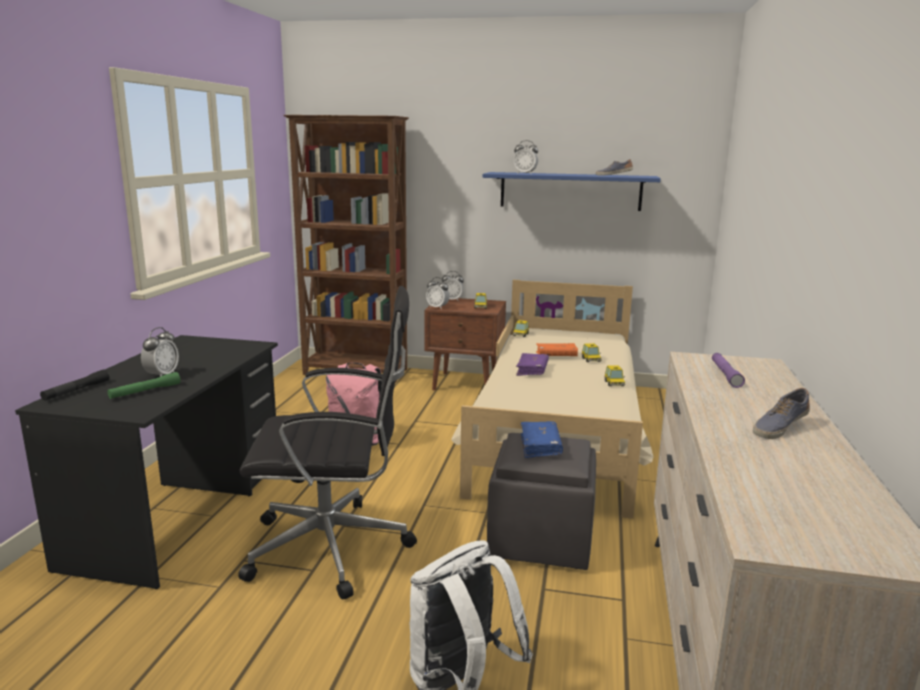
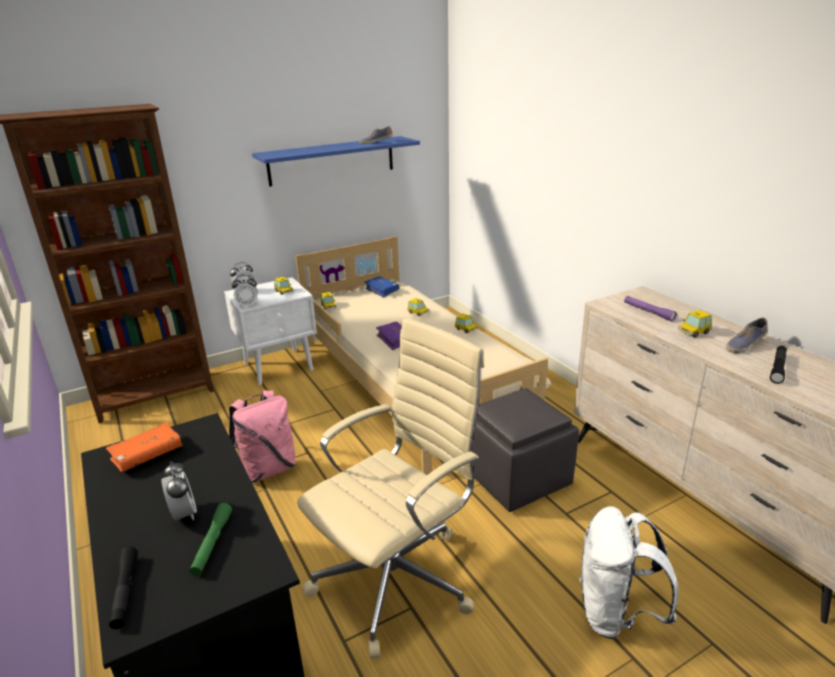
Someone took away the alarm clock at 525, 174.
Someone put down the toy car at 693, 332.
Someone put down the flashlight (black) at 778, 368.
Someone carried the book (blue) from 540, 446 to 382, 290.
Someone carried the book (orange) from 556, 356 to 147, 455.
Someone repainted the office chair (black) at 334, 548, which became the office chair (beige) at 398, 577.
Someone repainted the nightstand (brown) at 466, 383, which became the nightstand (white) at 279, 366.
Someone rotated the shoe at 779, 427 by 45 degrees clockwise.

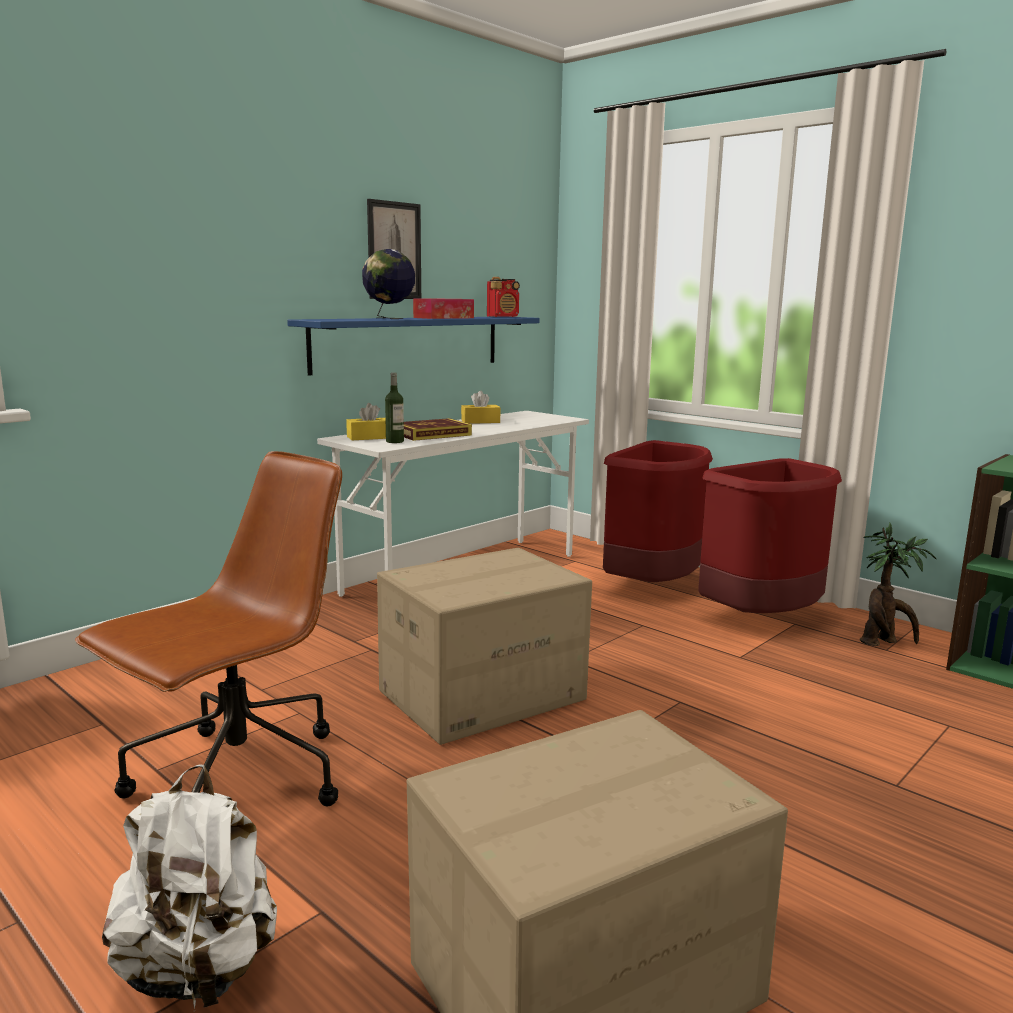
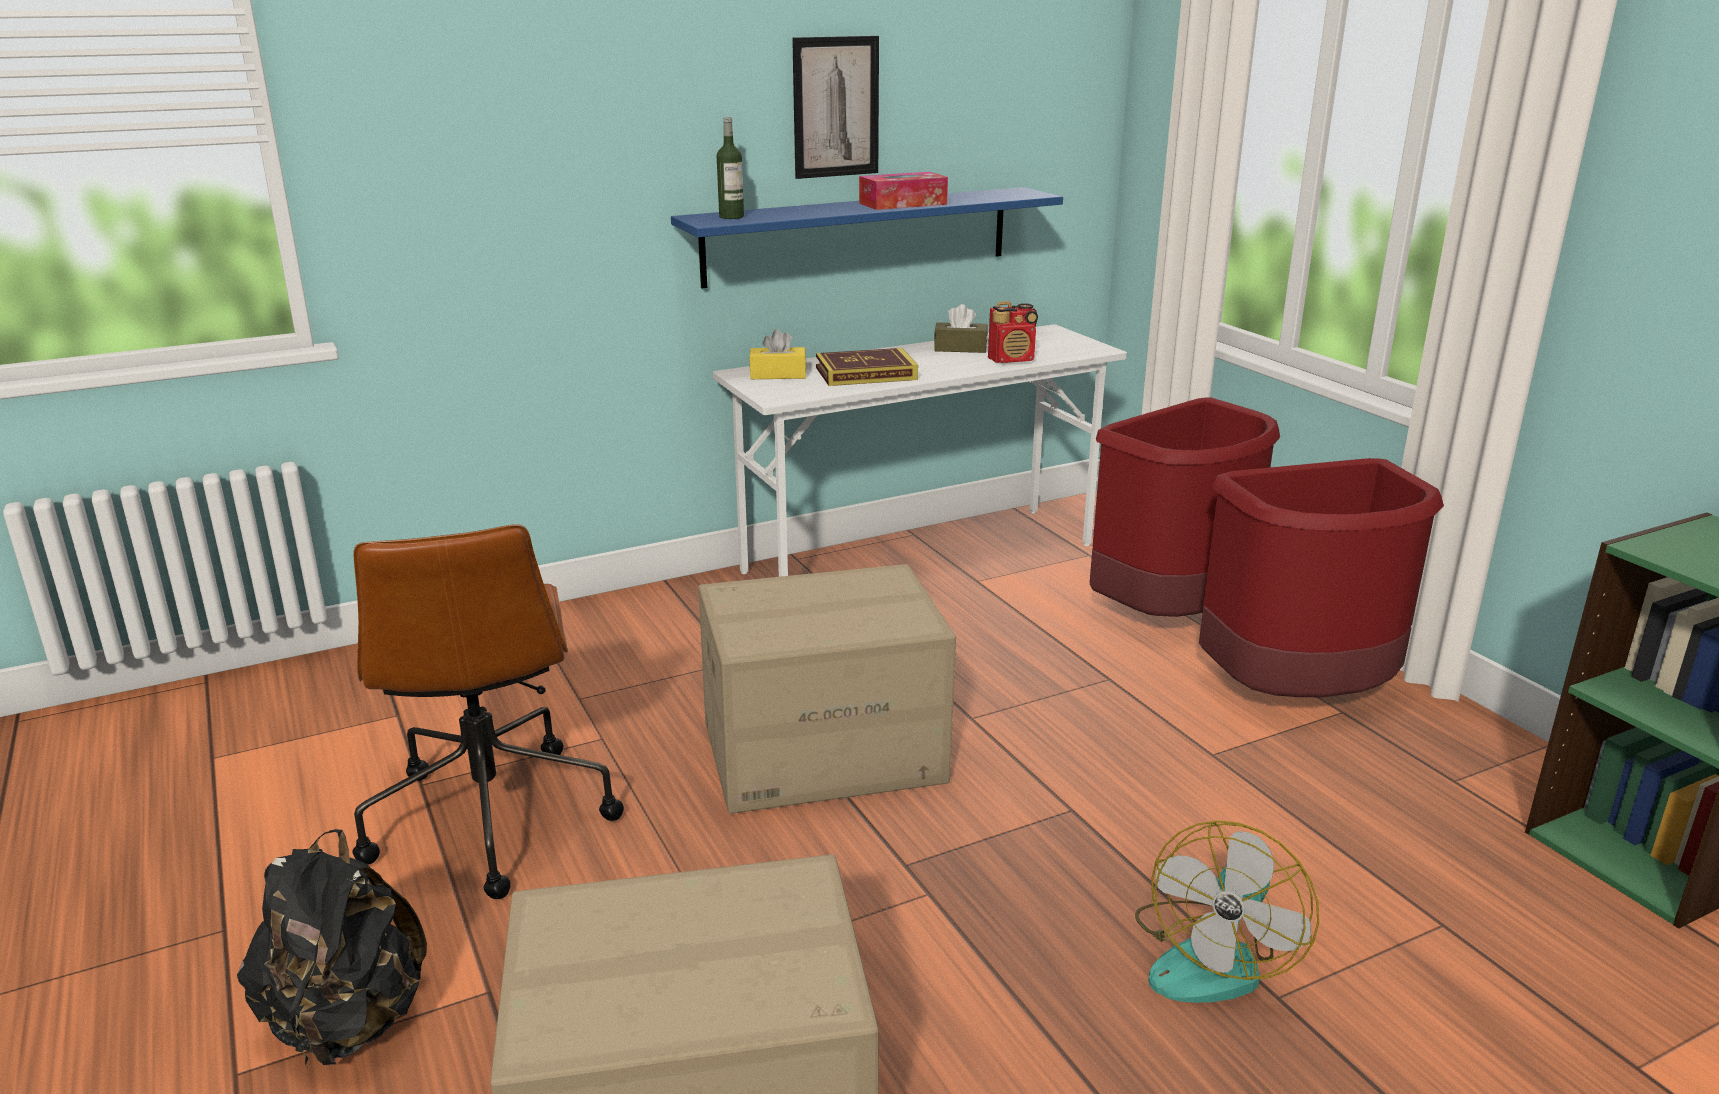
Someone took away the globe at 389, 319.
Someone took away the potted plant at 884, 642.
Someone put down the fan at 1213, 958.
Someone carried the bottle from 394, 441 to 731, 217.
Someone carried the radio from 503, 316 to 1012, 360.
Someone repainted the backpack (white) at 199, 970, which became the backpack (black) at 347, 1024.
Someone repainted the tissue box (yellow) at 480, 421, which became the tissue box (brown) at 960, 348.
Someone rotated the office chair (brown) at 236, 782 by 105 degrees clockwise.

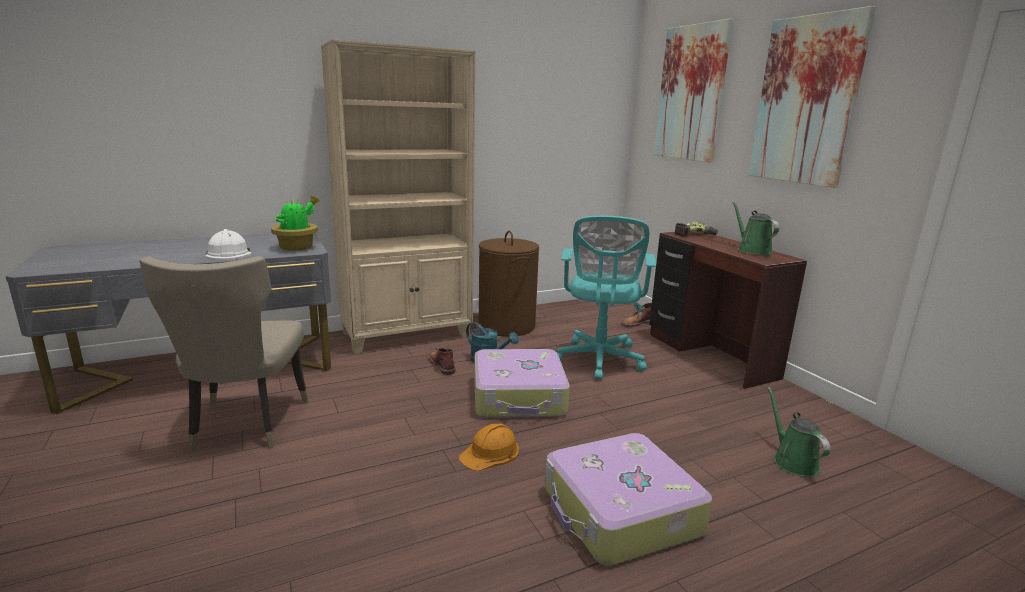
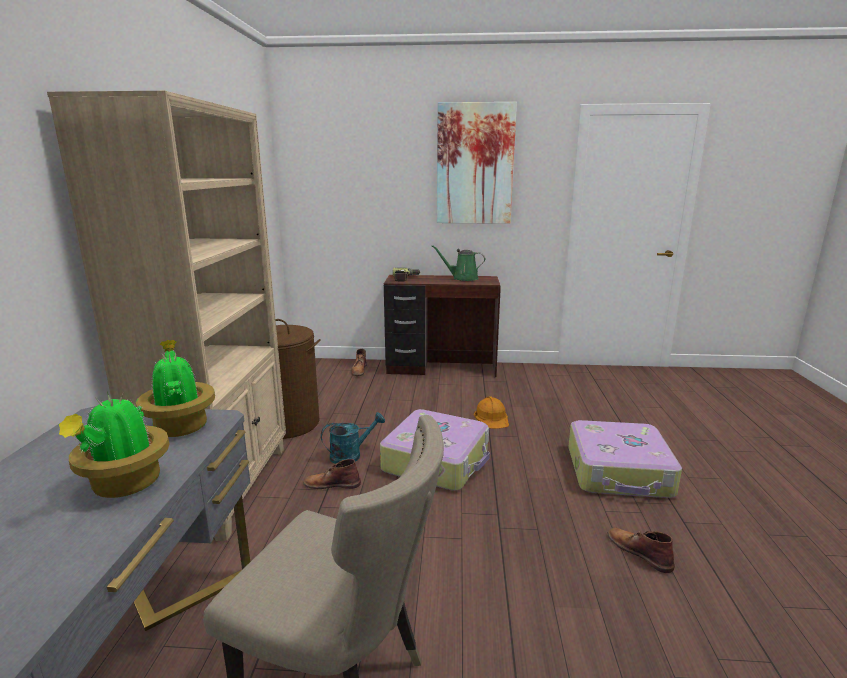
Someone took away the office chair (turquoise) at 599, 361.
Someone took away the picture at 691, 93.
Someone took away the watering can (green) at 792, 461.
Someone put down the boot (brown) at 639, 551.
Someone carried the hard hat (orange) from 490, 453 to 492, 417.
Someone swapped the hard hat (white) at 228, 253 for the potted plant at 125, 484.

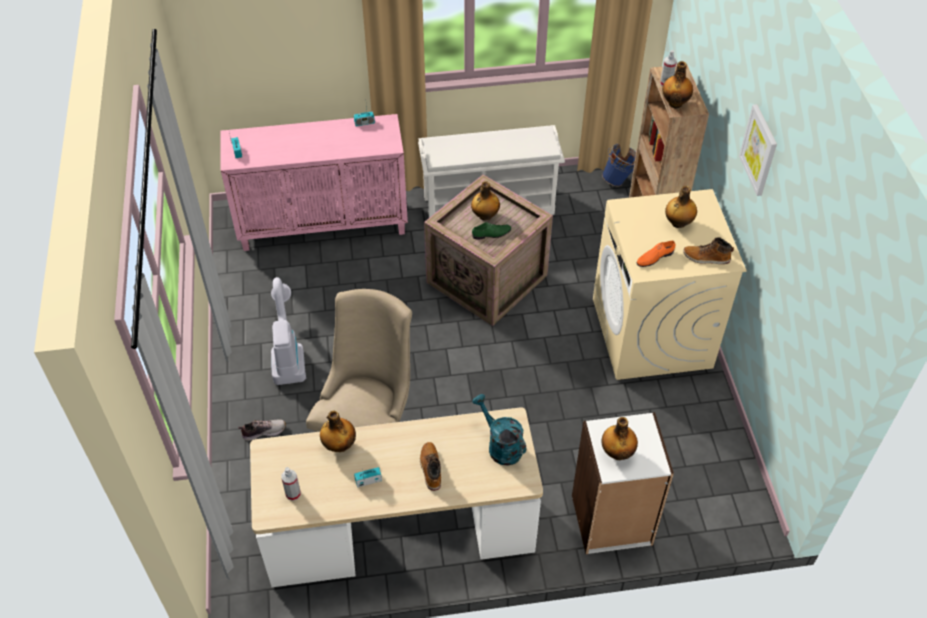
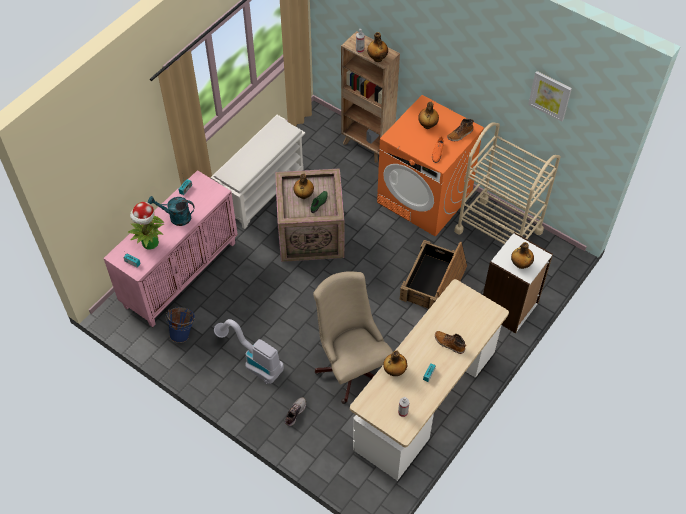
Someone put down the potted plant at 150, 243.
Someone put down the crate at 434, 283.
Someone put down the cart (beige) at 498, 231.
Someone carried the watering can (turquoise) from 500, 445 to 176, 217.
Someone carried the bucket (blue) from 619, 180 to 183, 332.
Someone carried the picture from 759, 150 to 550, 95.
Someone repainted the washing machine (beige) at 652, 333, which became the washing machine (orange) at 425, 198.

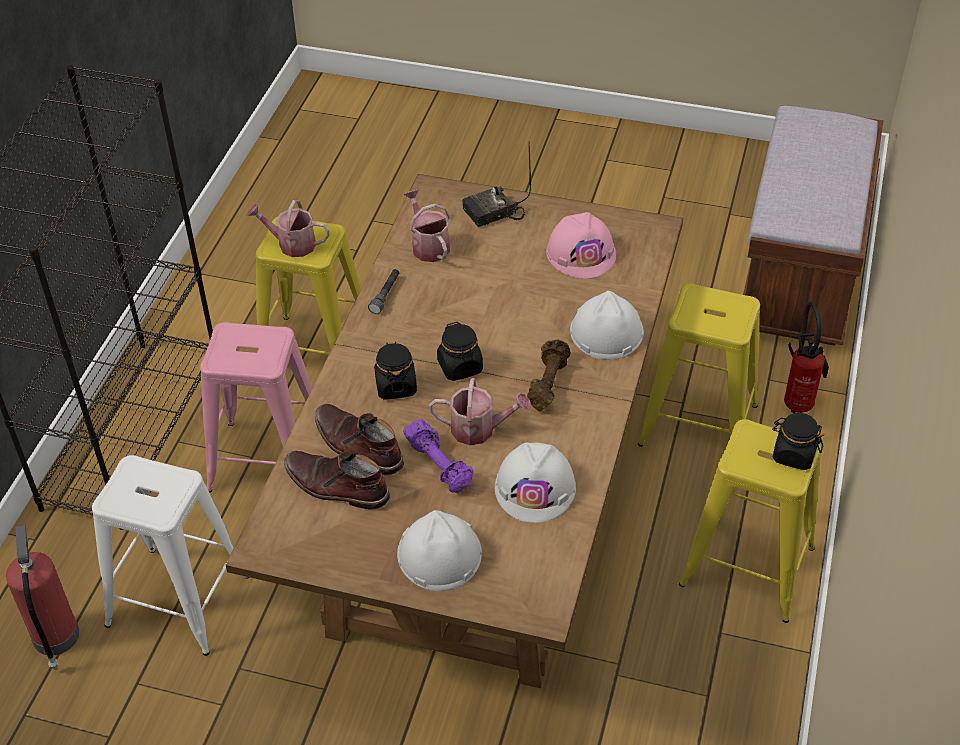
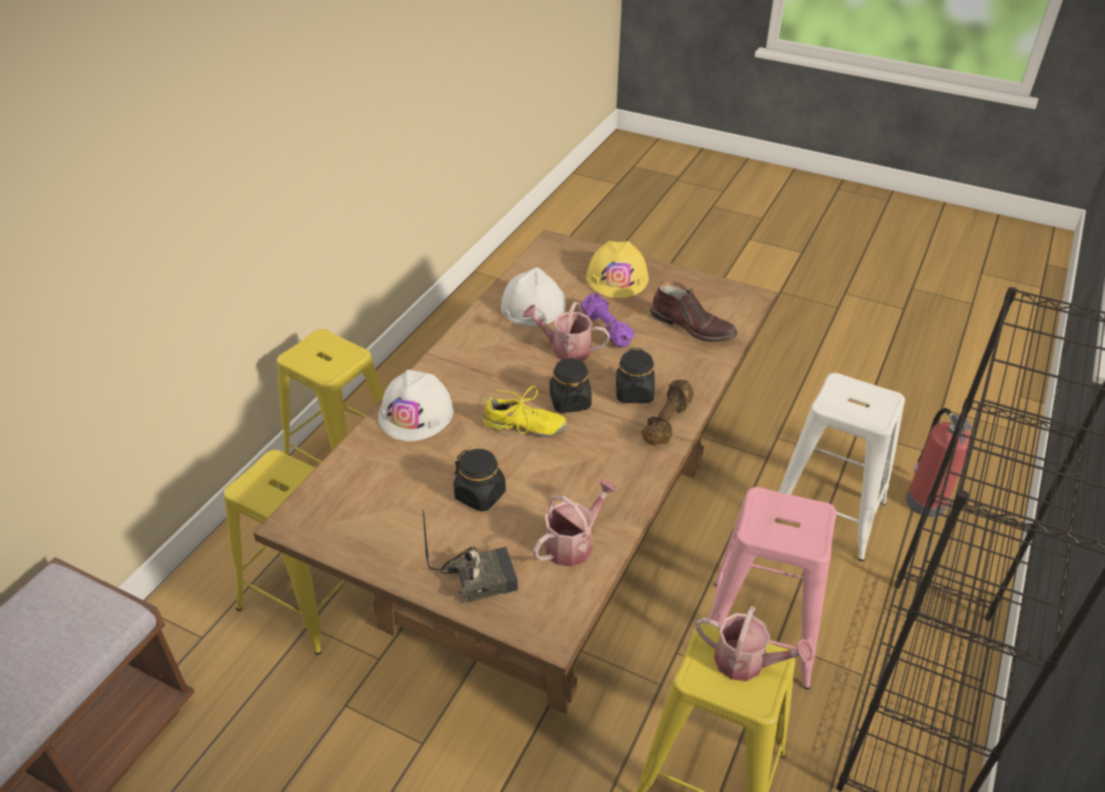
Someone took away the boot (brown) at 357, 446.
Someone took away the flashlight (grey) at 385, 295.
Someone took away the hard hat (pink) at 581, 253.
Someone took away the fire extinguisher at 798, 401.
Someone put down the shoe (yellow) at 524, 427.
Someone carried the dumbbell (brown) from 547, 383 to 668, 423.
Someone carried the jar (black) from 793, 454 to 480, 495.
Someone repainted the hard hat (white) at 439, 554, which became the hard hat (yellow) at 617, 278.
Someone rotated the watering can at 428, 245 by 120 degrees counterclockwise.

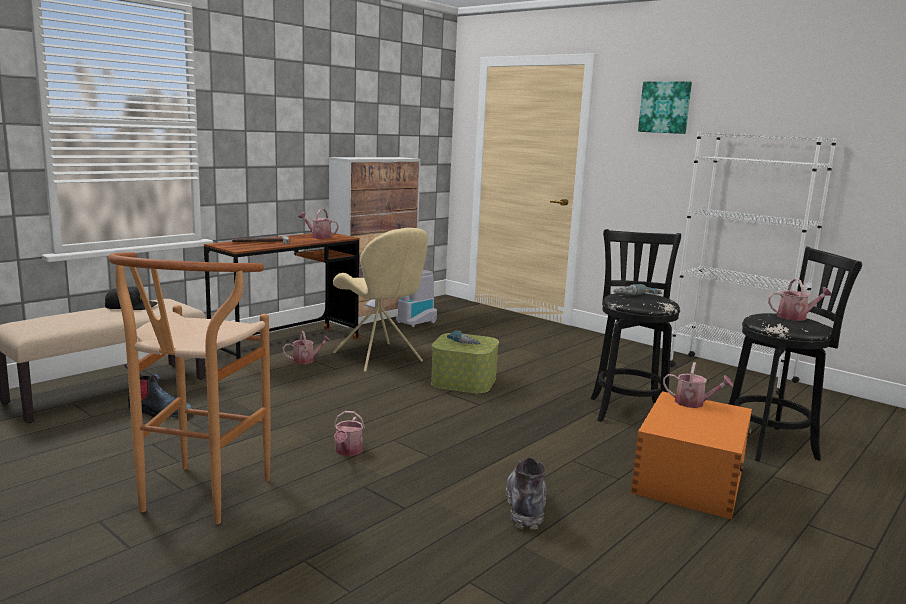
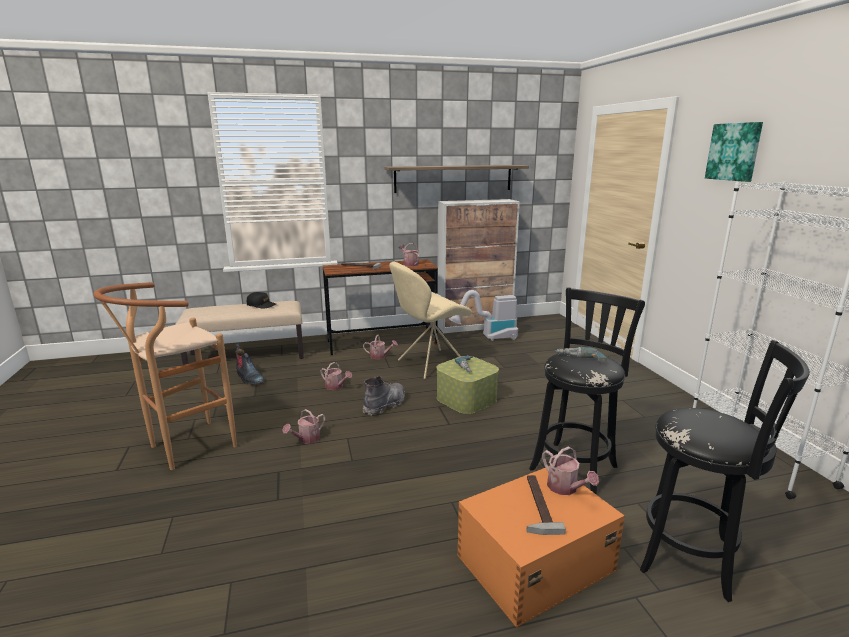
Someone put up the shelf at 453, 178.
Someone put down the hammer at 535, 505.
Someone carried the boot (grey) from 525, 506 to 385, 405.
Someone carried the watering can from 795, 317 to 336, 386.
Someone rotated the chair (beige) at 379, 358 by 60 degrees clockwise.

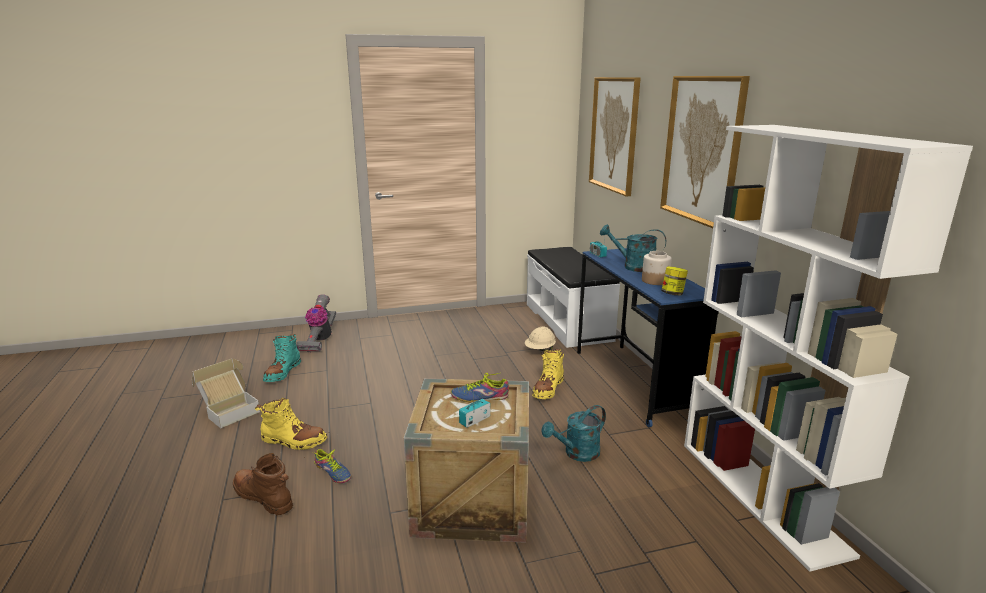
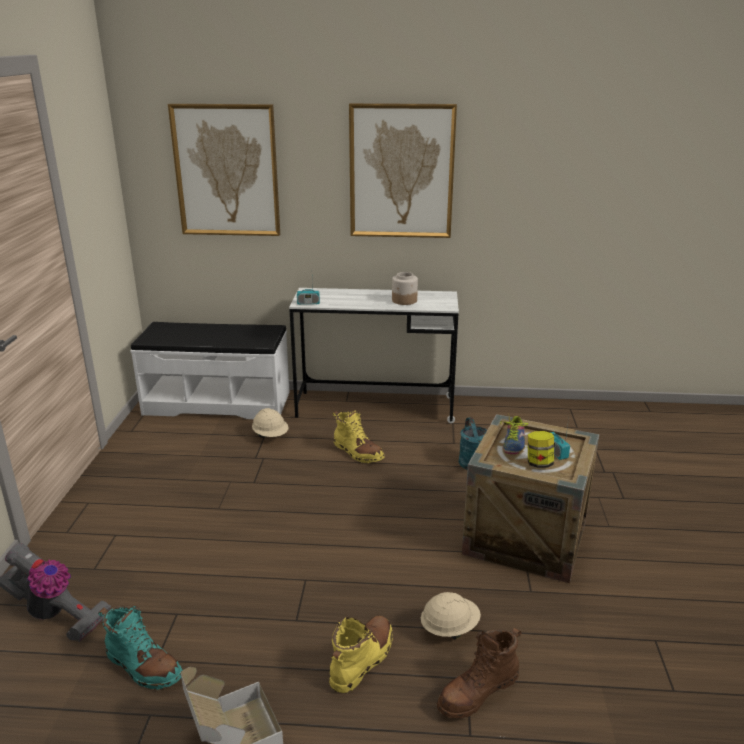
Someone took away the watering can (turquoise) at 633, 267.
Someone took away the bookcase (white) at 761, 495.
Someone carried the jar from 673, 294 to 539, 463.
Someone swapped the shoe at 331, 473 for the hard hat (beige) at 449, 628.
Someone repainted the desk (blue) at 633, 382, which became the desk (white) at 375, 407.

